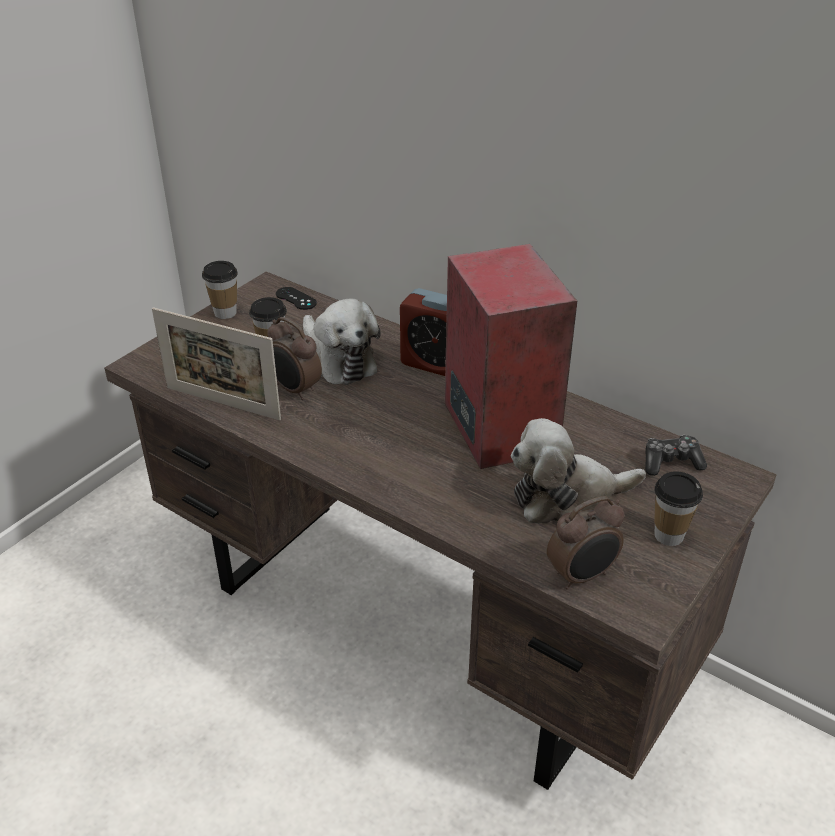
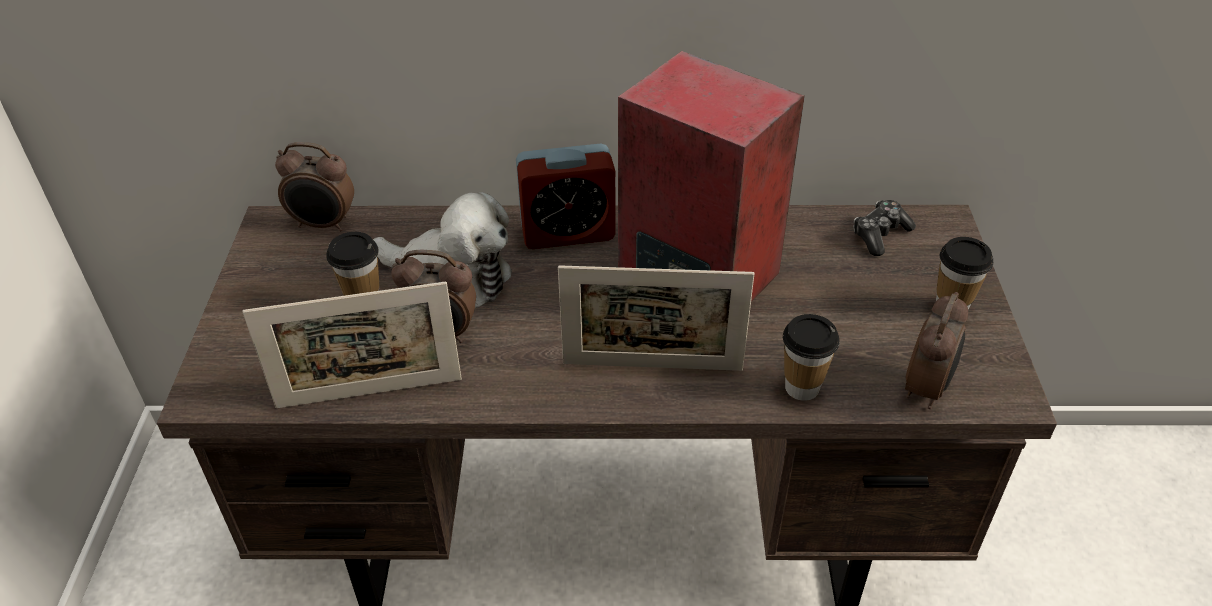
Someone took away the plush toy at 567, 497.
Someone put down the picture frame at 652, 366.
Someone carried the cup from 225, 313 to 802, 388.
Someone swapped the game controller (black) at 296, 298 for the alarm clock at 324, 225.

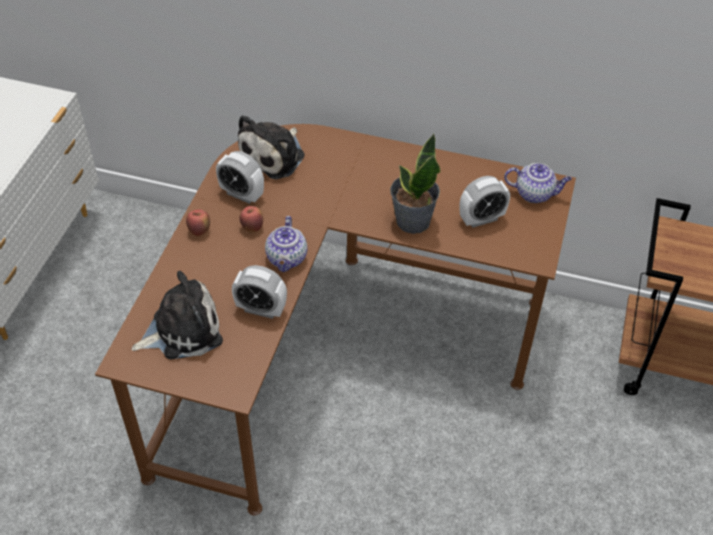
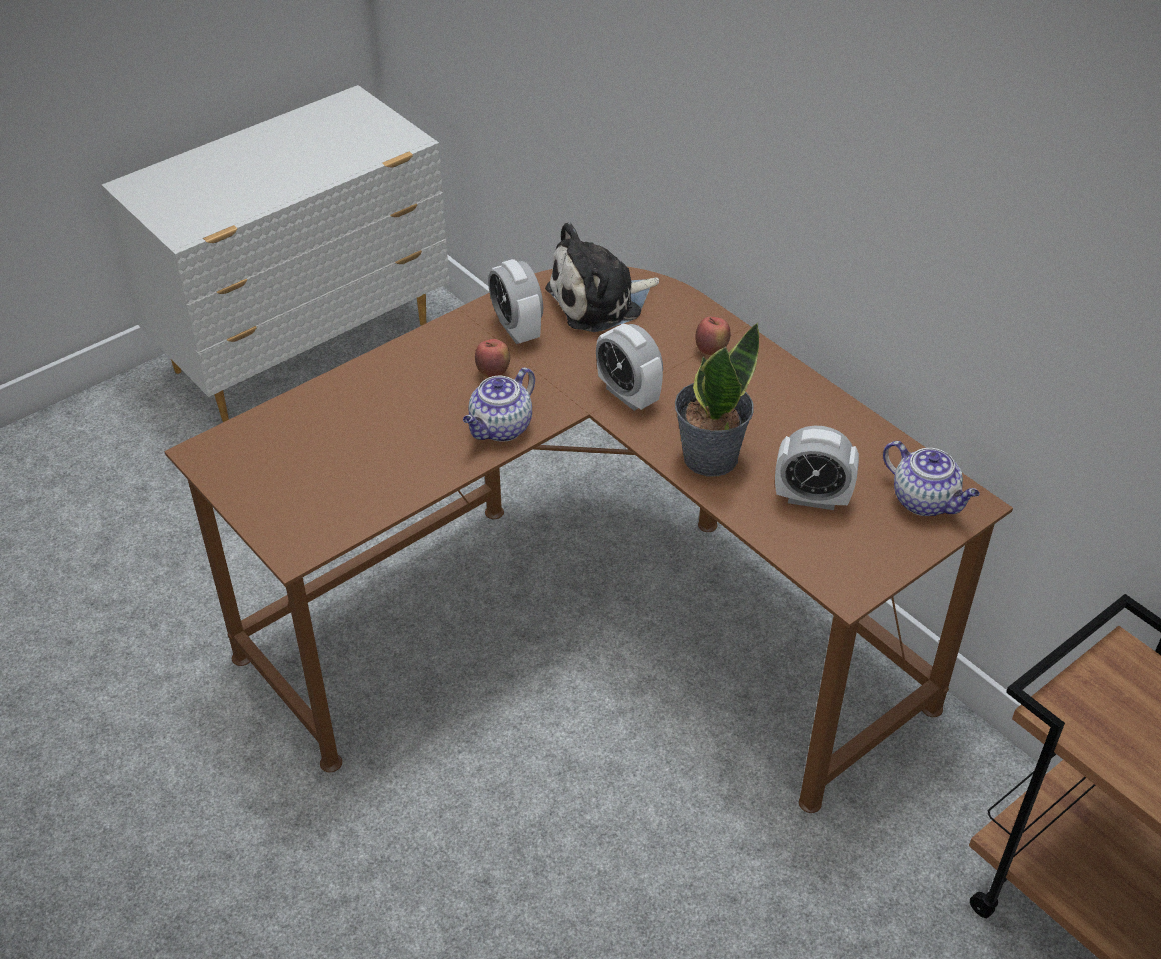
Someone took away the plush toy at 182, 330.
Someone carried the apple from 199, 231 to 711, 350.
Someone carried the alarm clock from 261, 309 to 628, 395.

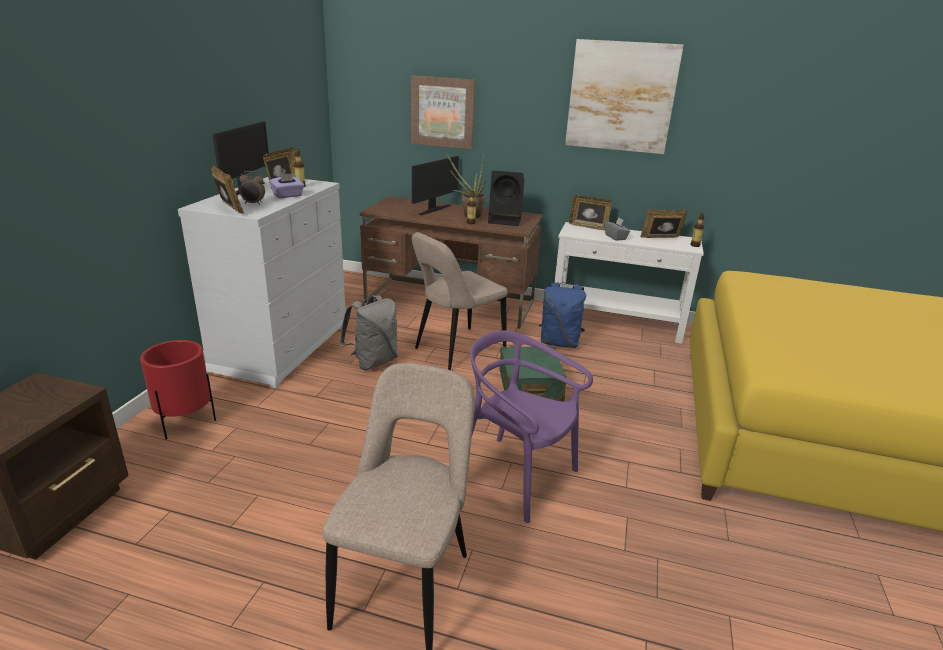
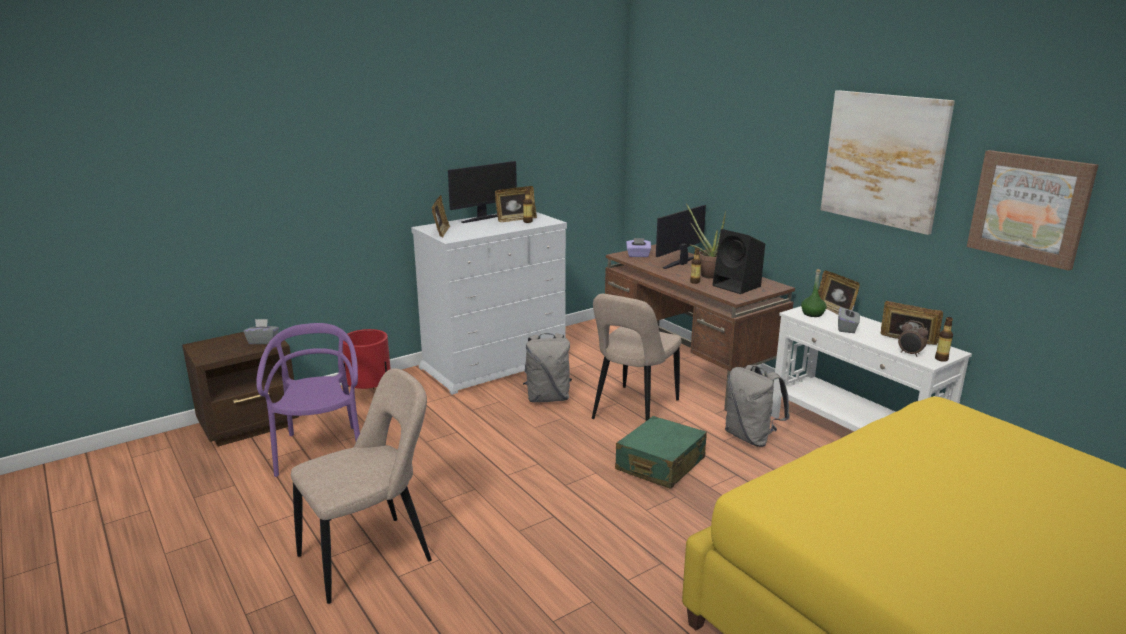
Someone put down the tissue box (grey) at 263, 341.
Someone put down the bottle (green) at 812, 314.
Someone carried the alarm clock from 253, 203 to 910, 354.
Someone carried the tissue box (purple) from 288, 196 to 638, 255.
Someone carried the picture from 443, 112 to 1029, 208.
Someone carried the chair (purple) from 516, 476 to 321, 451.
Someone repainted the backpack (blue) at 559, 343, which became the backpack (grey) at 751, 437.
Someone rotated the monitor at 434, 209 by 150 degrees clockwise.
Someone rotated the chair (beige) at 456, 350 by 60 degrees counterclockwise.

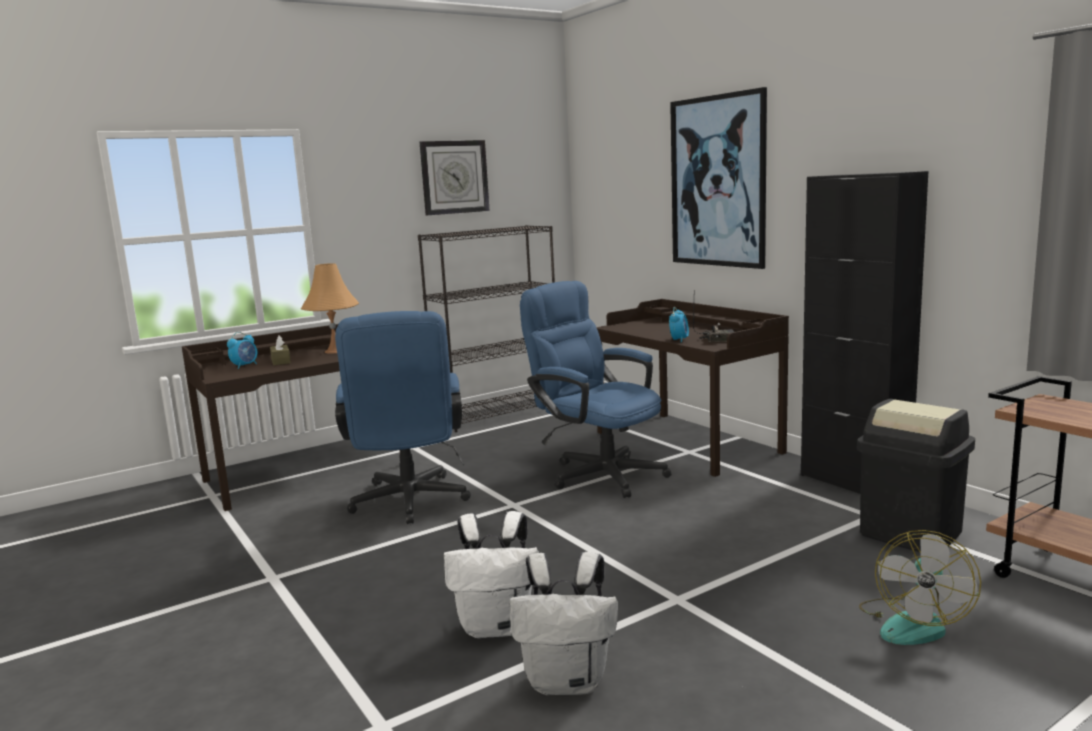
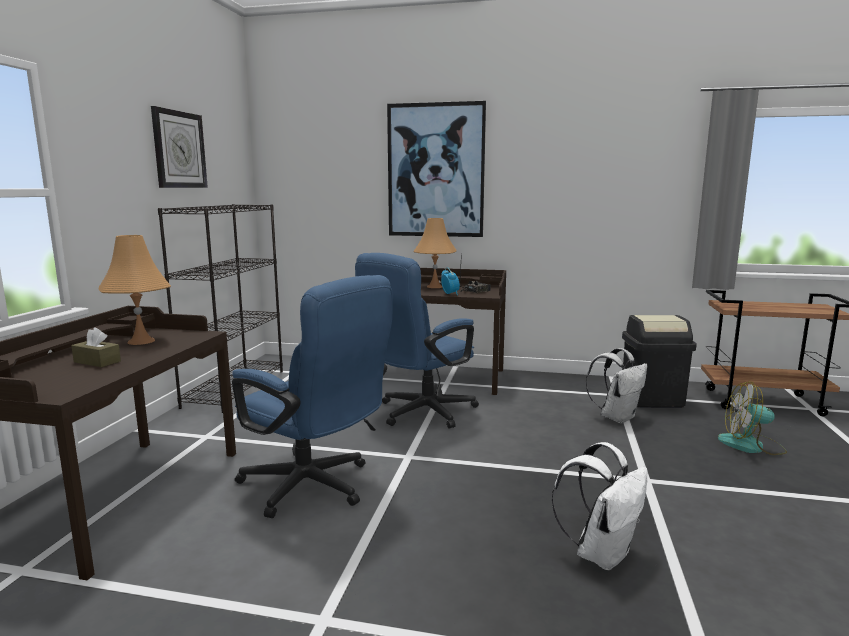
Someone took away the alarm clock at 245, 366.
Someone took away the cabinet (black) at 854, 483.
Someone put down the table lamp (orange) at 435, 286.
Someone carried the backpack (white) from 568, 681 to 616, 417.
Someone rotated the office chair (blue) at 598, 473 by 45 degrees counterclockwise.
Someone rotated the fan at 913, 623 by 120 degrees clockwise.

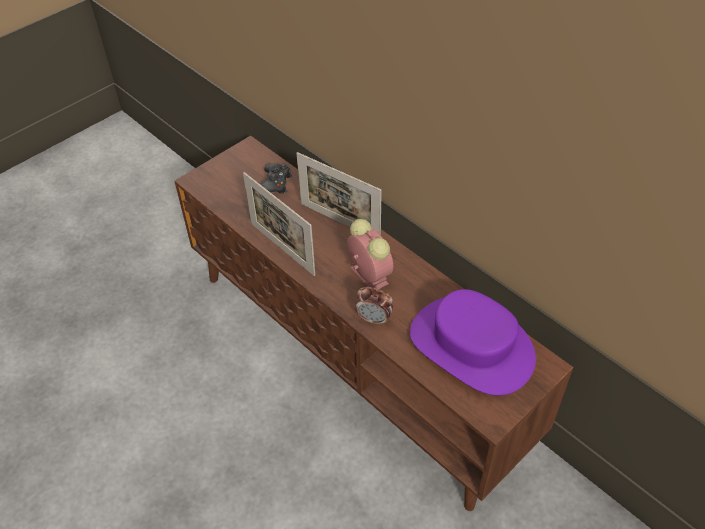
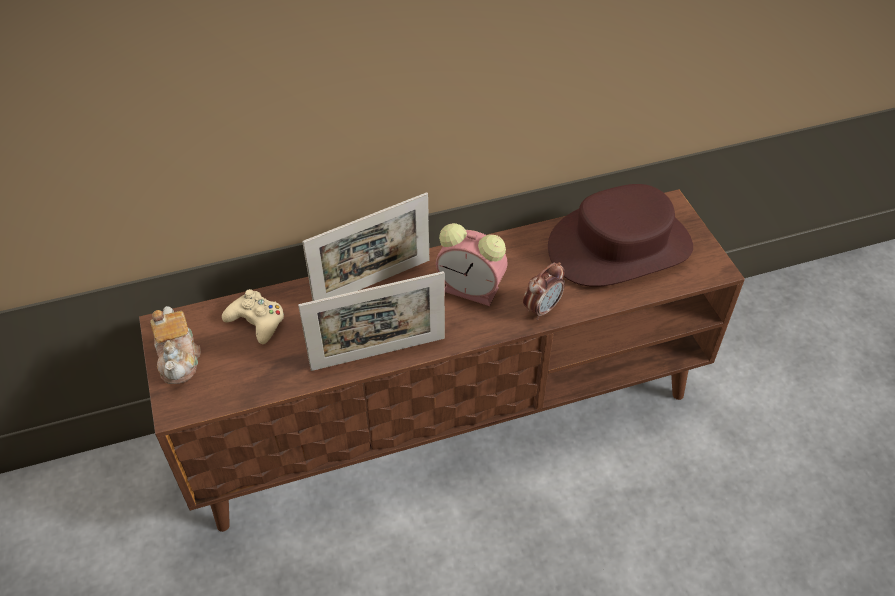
Someone put down the teapot at 179, 358.
Someone repainted the game controller (black) at 275, 183, which became the game controller (beige) at 257, 321.
Someone repainted the hat (purple) at 472, 346, which became the hat (brown) at 619, 246.
Someone rotated the alarm clock at 367, 274 by 150 degrees counterclockwise.

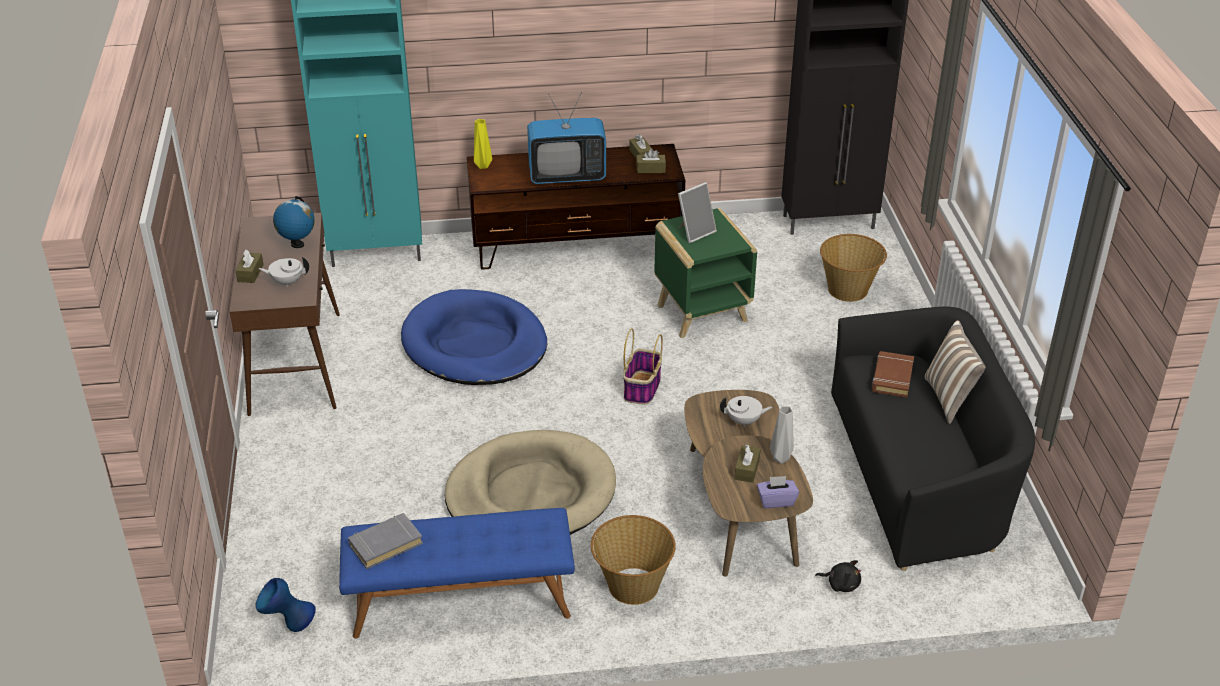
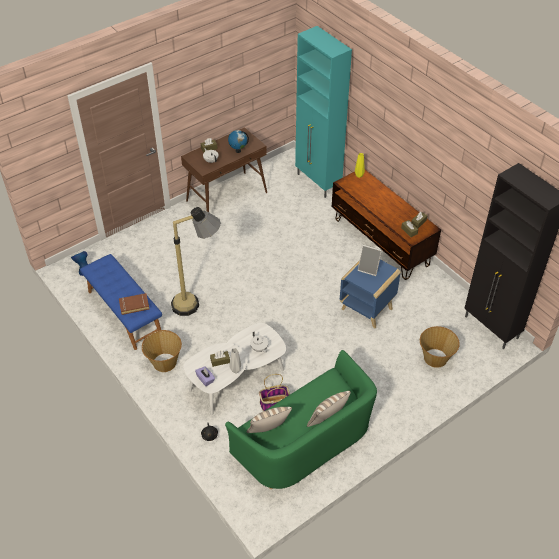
Someone took away the book (grey) at 385, 544.
Someone took away the dog bed (blue) at 475, 344.
Someone took away the television at 567, 176.
Someone put down the pillow at 269, 431.
Someone carried the basket from 642, 389 to 274, 403.
Someone carried the book (brown) from 892, 378 to 134, 305.
Someone swapped the dog bed (beige) at 531, 493 for the floor lamp at 198, 305.
Someone repainted the side table (green) at 703, 313, which became the side table (blue) at 367, 309.
Someone repainted the coffee table (brown) at 741, 507, which became the coffee table (white) at 236, 379.
Someone repainted the sofa (black) at 920, 475, which became the sofa (green) at 306, 440.

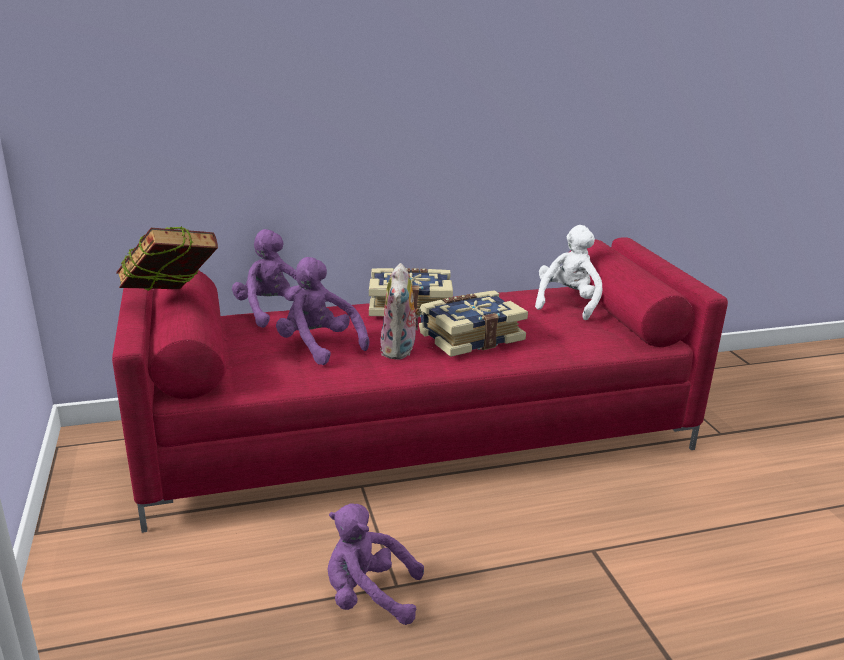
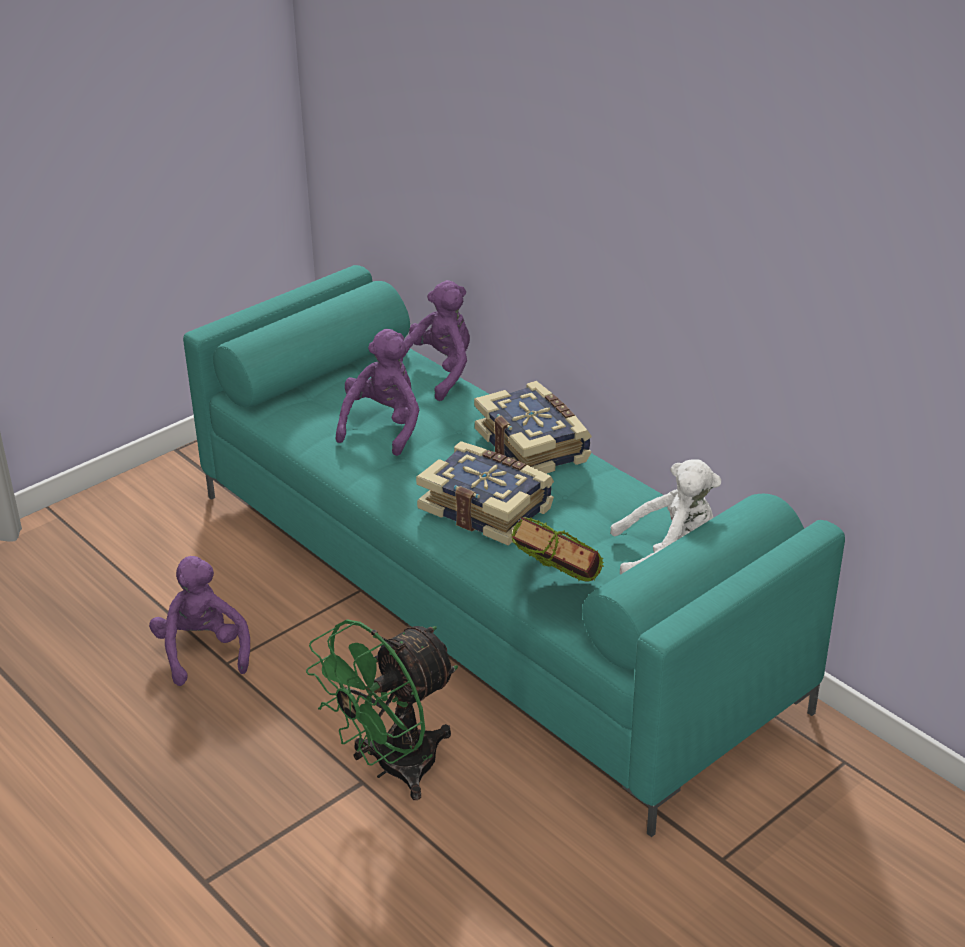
Someone took away the plush toy at 400, 351.
Someone put down the fan (green) at 392, 768.
Someone carried the book from 171, 301 to 556, 592.
Someone repainted the sofa (red) at 420, 435, which became the sofa (turquoise) at 487, 595.

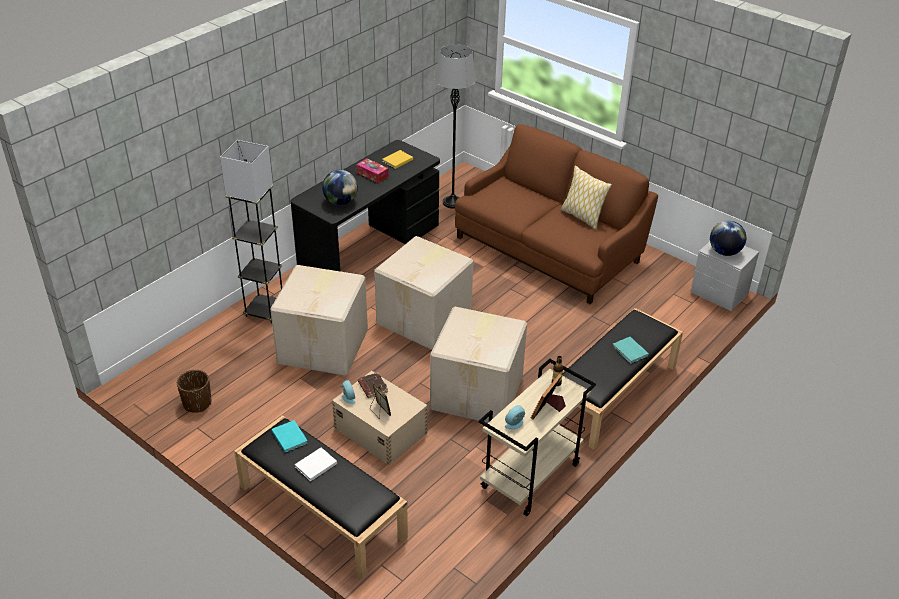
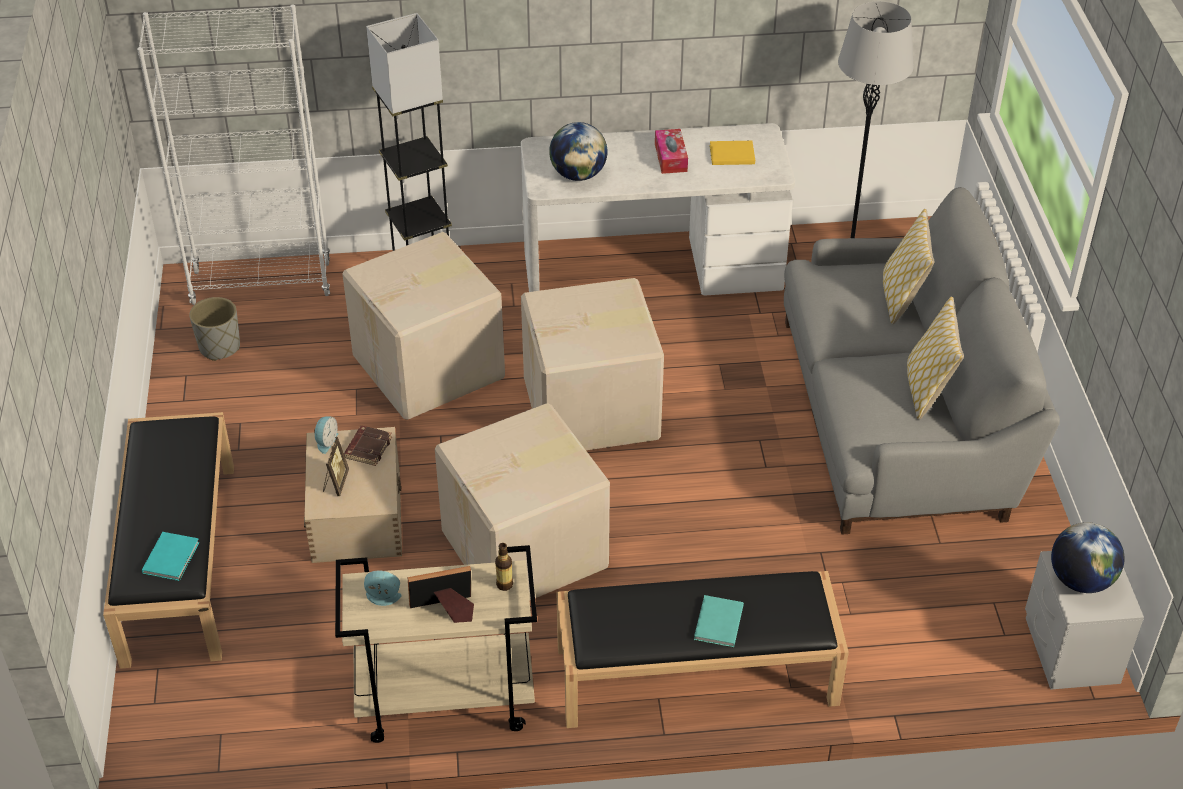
Someone took away the book (white) at 314, 465.
Someone put down the bookcase (white) at 262, 283.
Someone put down the pillow at 901, 297.
Someone carried the book (turquoise) from 290, 436 to 172, 557.
Someone repainted the planter (brown) at 197, 403, which became the planter (grey) at 220, 347.
Someone repainted the desk (black) at 369, 247, which became the desk (white) at 652, 269.
Someone repainted the sofa (brown) at 549, 248, which became the sofa (grey) at 897, 417.

